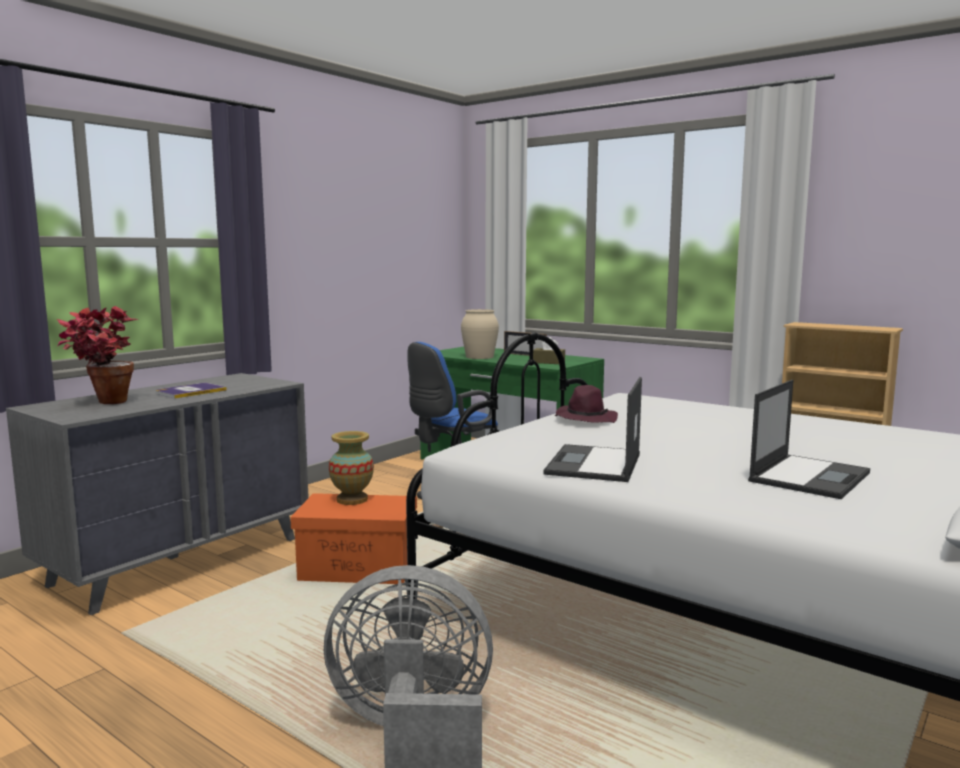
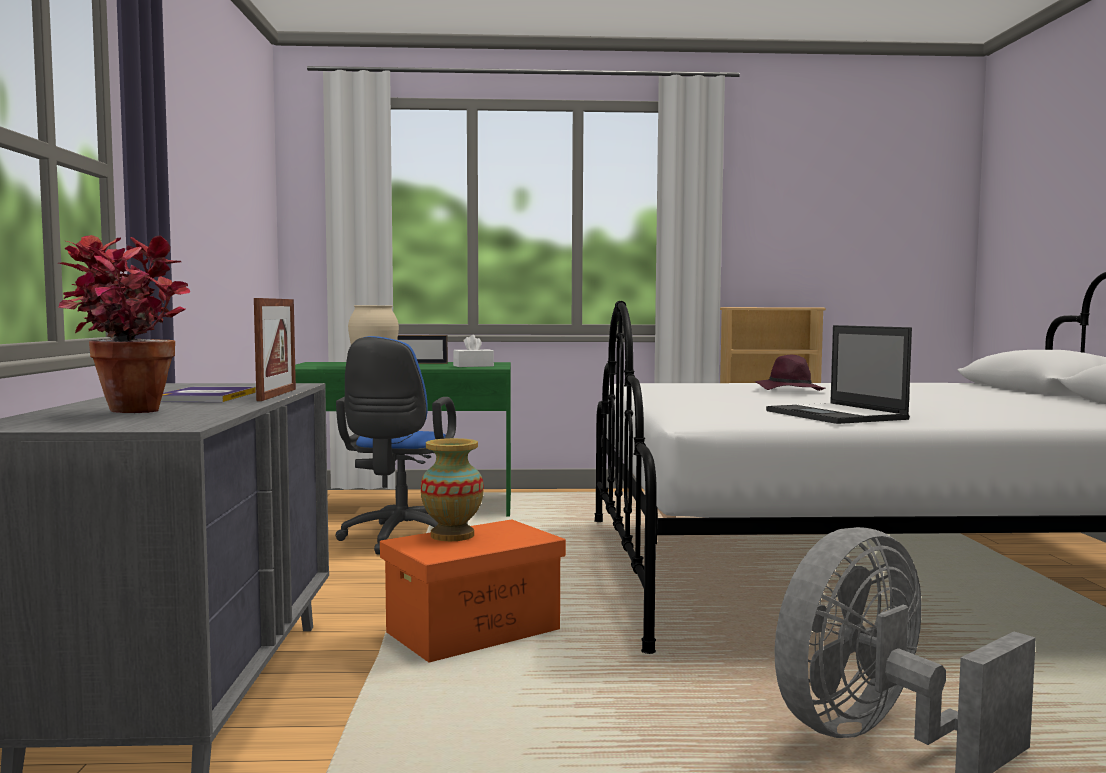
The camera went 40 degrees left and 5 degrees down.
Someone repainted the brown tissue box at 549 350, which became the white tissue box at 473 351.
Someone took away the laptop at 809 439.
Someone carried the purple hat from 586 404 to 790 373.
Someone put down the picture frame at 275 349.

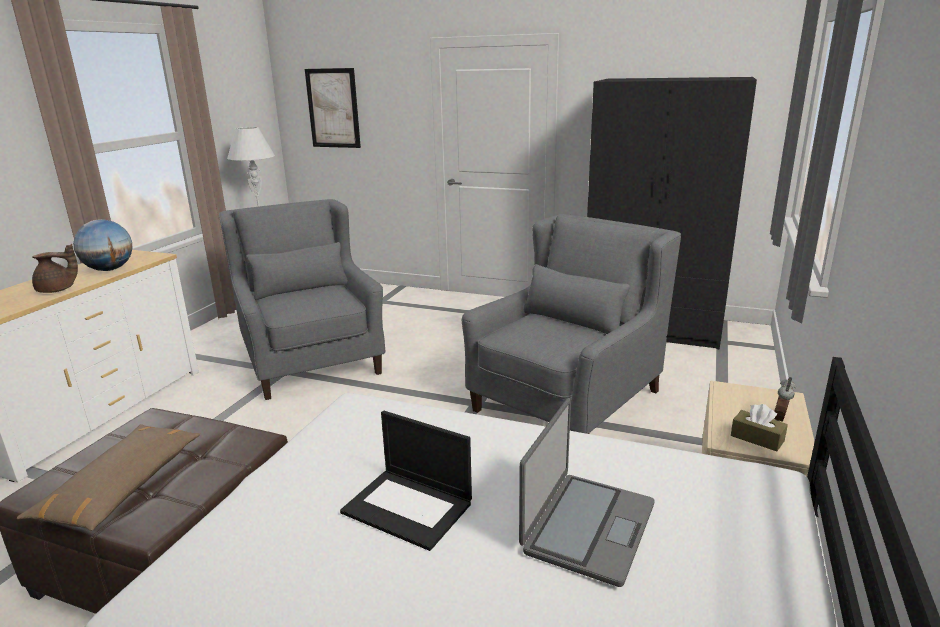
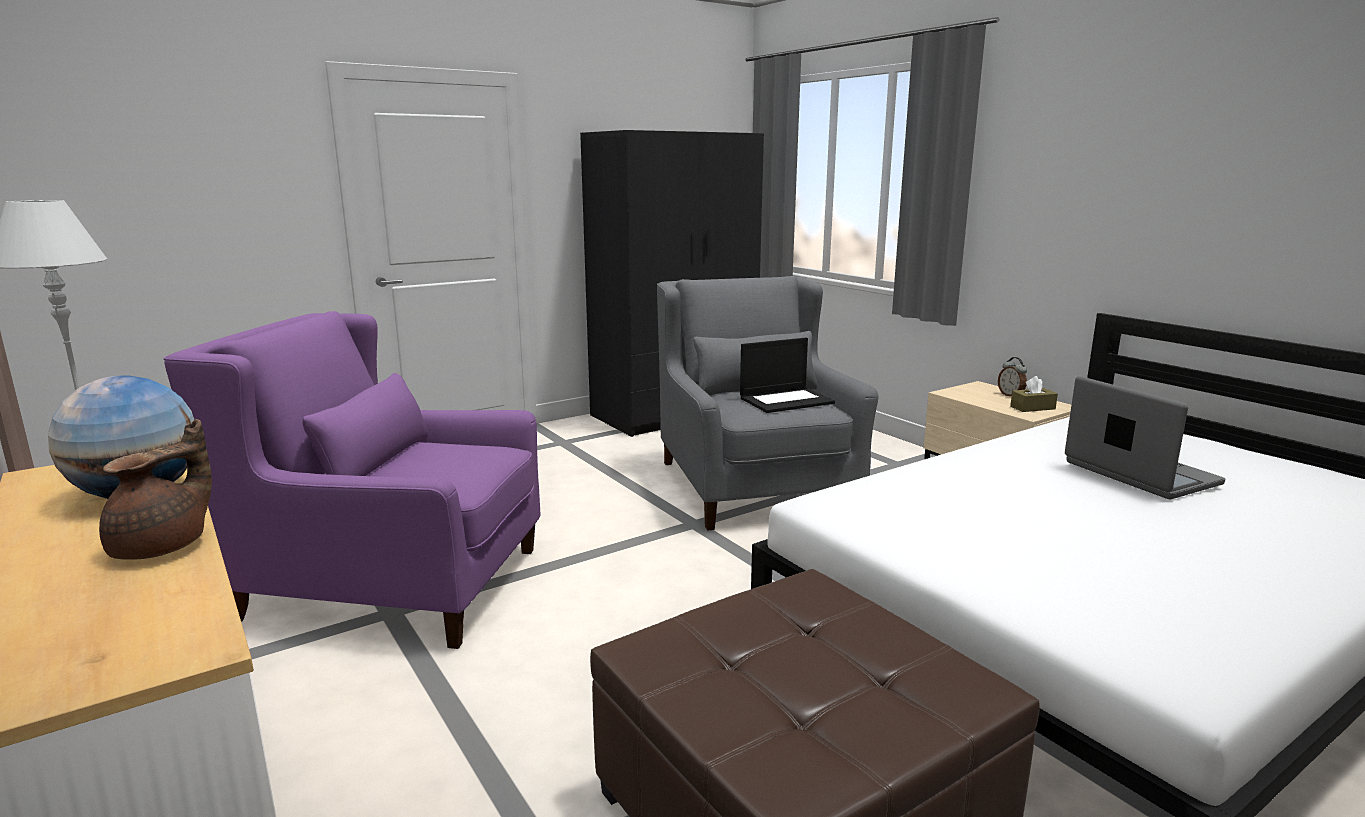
The camera went 55 degrees left and 5 degrees down.
Someone took away the picture at 333 108.
Someone repainted the grey armchair at 302 299, which became the purple armchair at 352 480.
Someone carried the laptop from 406 481 to 787 375.
Someone took away the brown pillow at 108 477.

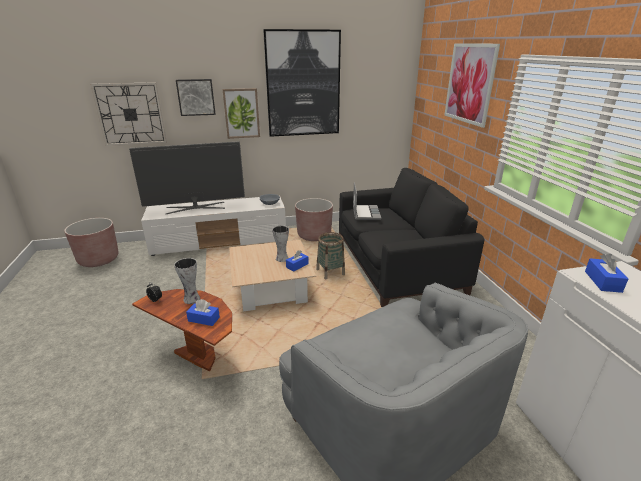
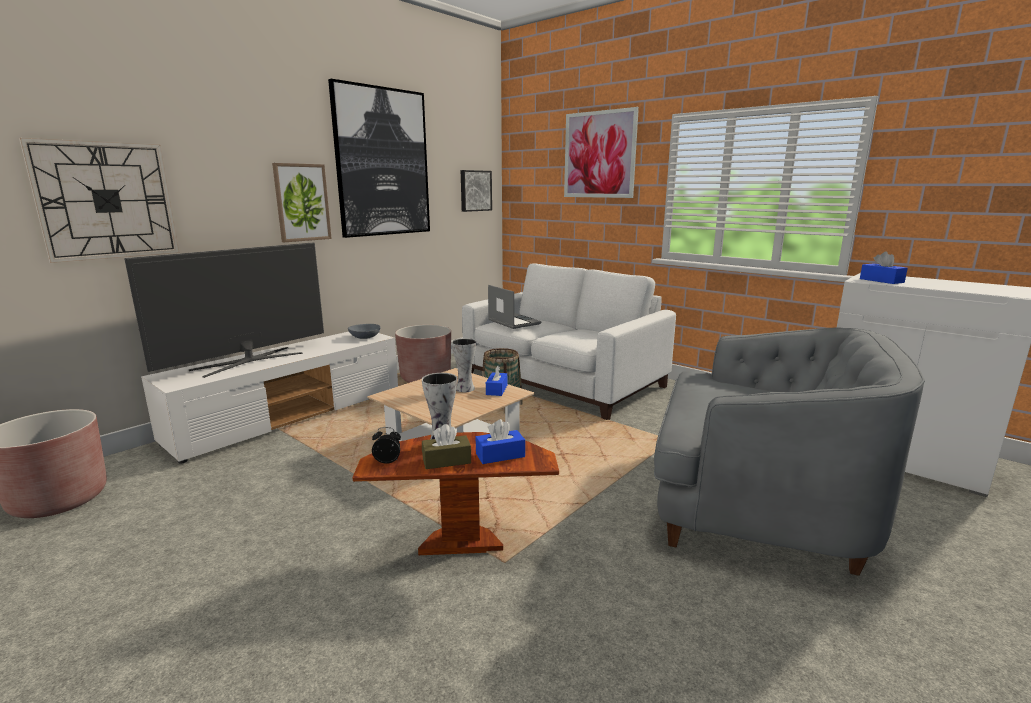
The camera went 35 degrees left and 10 degrees down.
Someone carried the picture from 196 97 to 476 191.
Someone repainted the black sofa at 412 237, which became the white sofa at 569 341.
Someone put down the brown tissue box at 446 446.

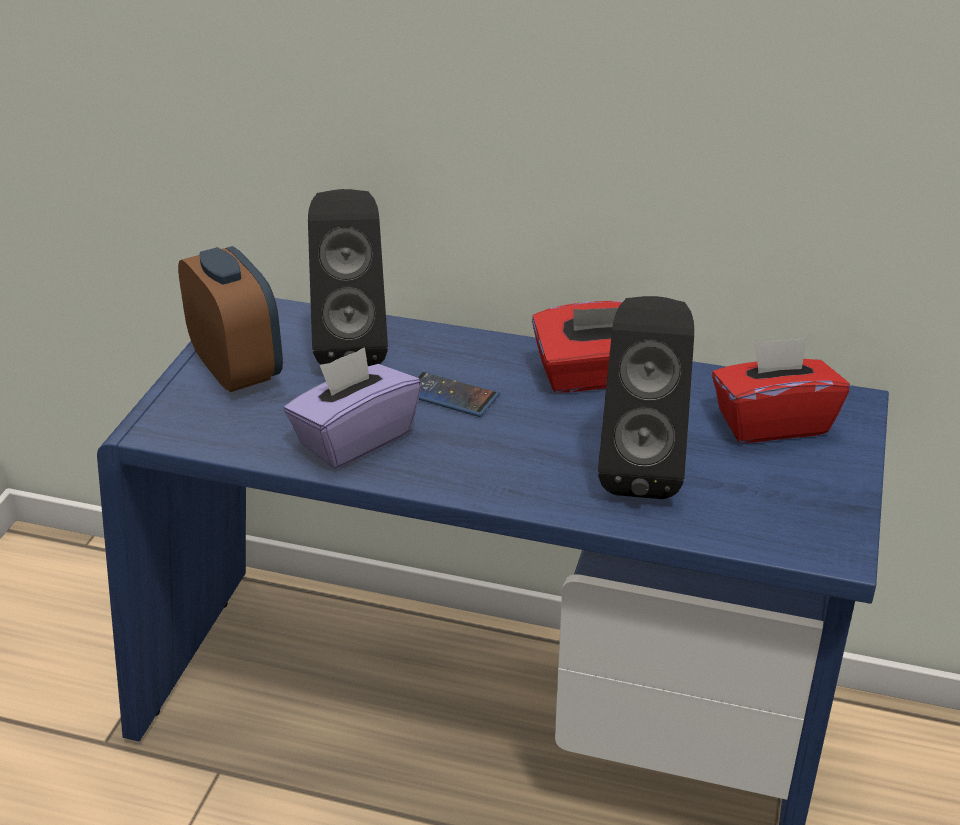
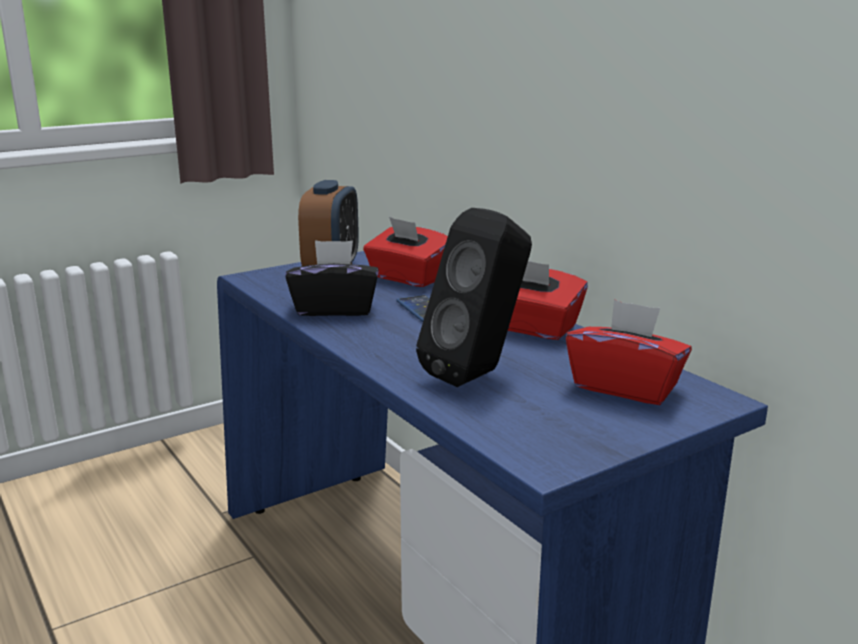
The camera went 40 degrees right and 15 degrees down.
Someone swapped the black speaker at 348 277 for the red tissue box at 405 252.
Someone repainted the purple tissue box at 352 408, which became the black tissue box at 332 278.

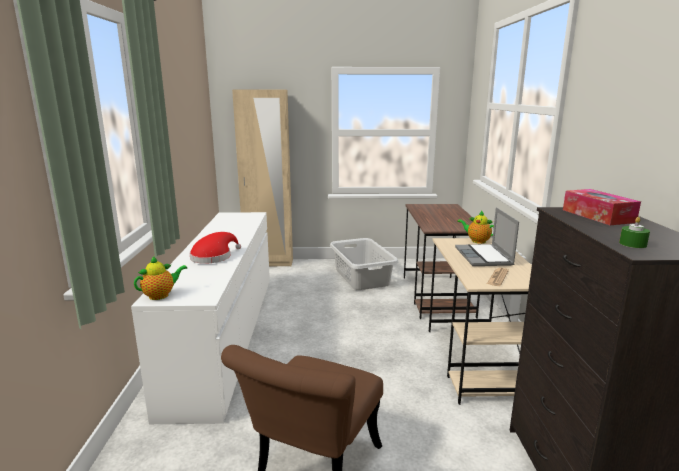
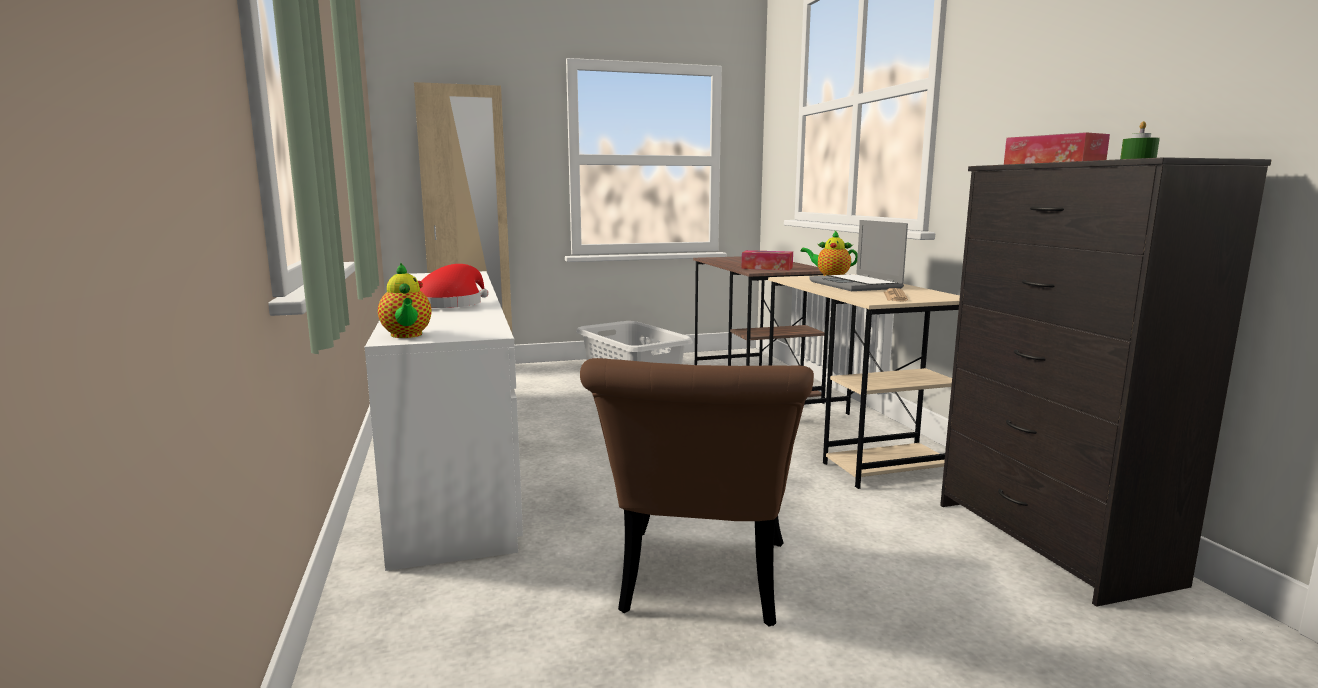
The camera went 15 degrees left and 5 degrees down.
Someone rotated the teapot at 160 278 by 120 degrees clockwise.
Someone put down the tissue box at 767 260.

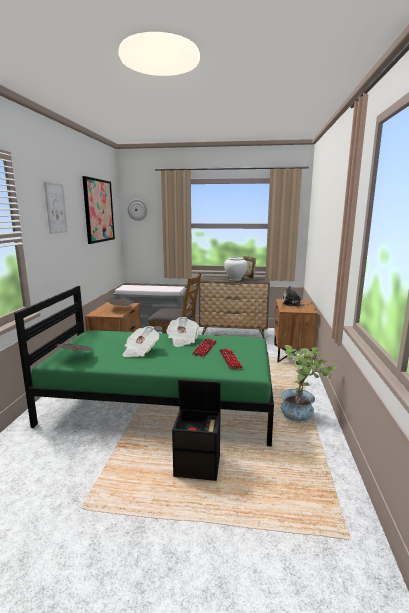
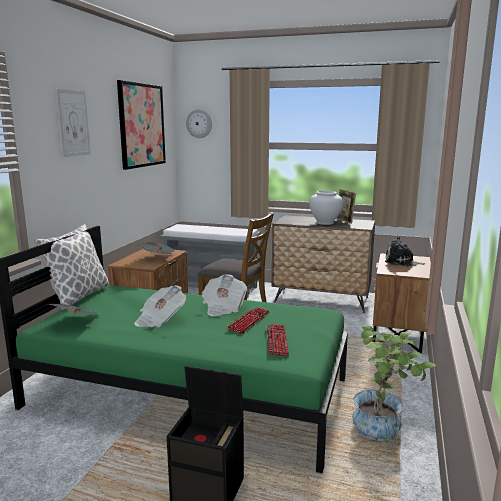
The camera went 10 degrees right and 0 degrees up.
Someone put down the pillow at 71 267.

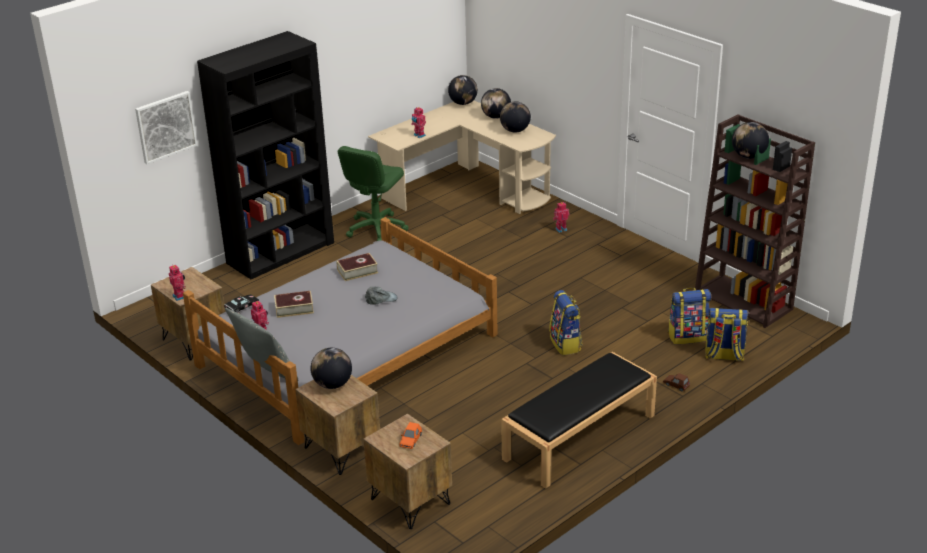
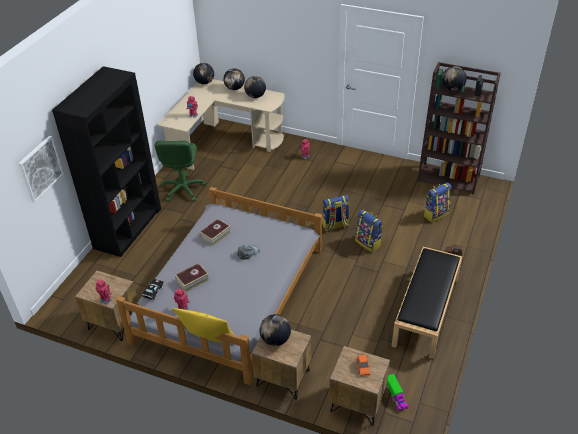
The camera went 25 degrees left and 10 degrees up.
Someone repainted the grey pillow at 261 343, which became the yellow pillow at 203 325.
Someone carried the backpack from 727 334 to 335 213.
Someone put down the toy truck at 397 392.

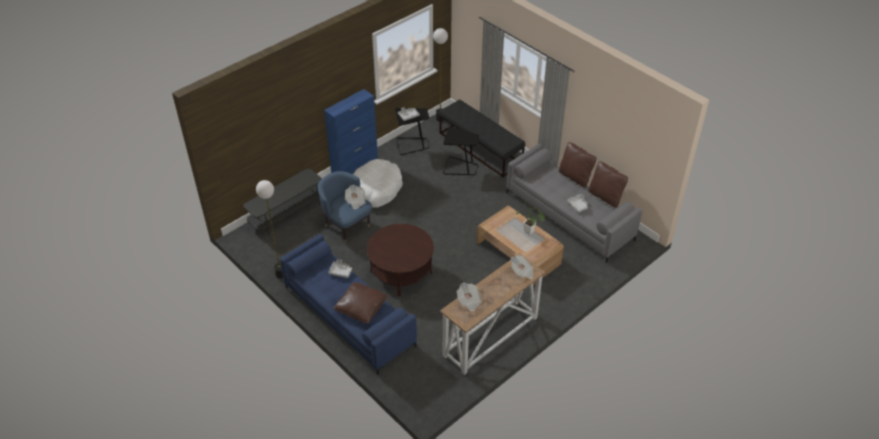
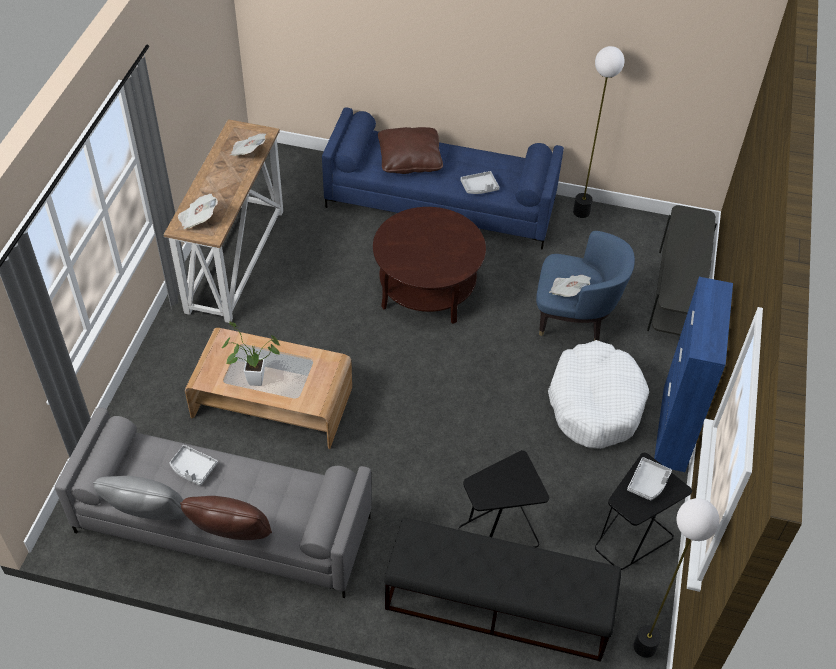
The camera went 145 degrees right and 5 degrees up.
Someone repainted the brown pillow at 608 184, which became the grey pillow at 139 498.

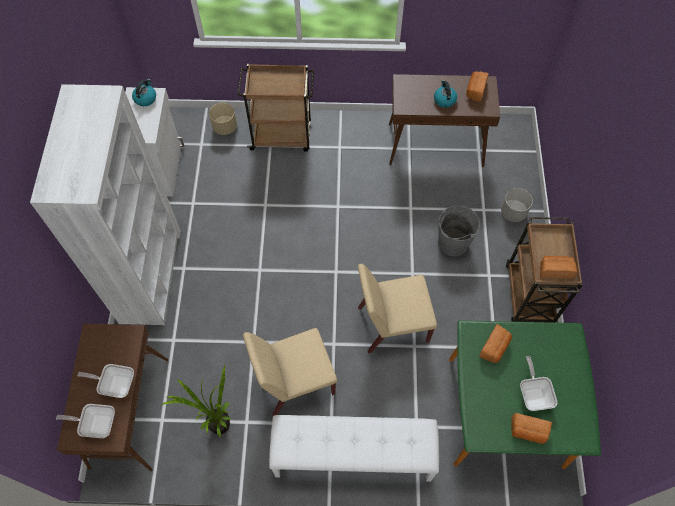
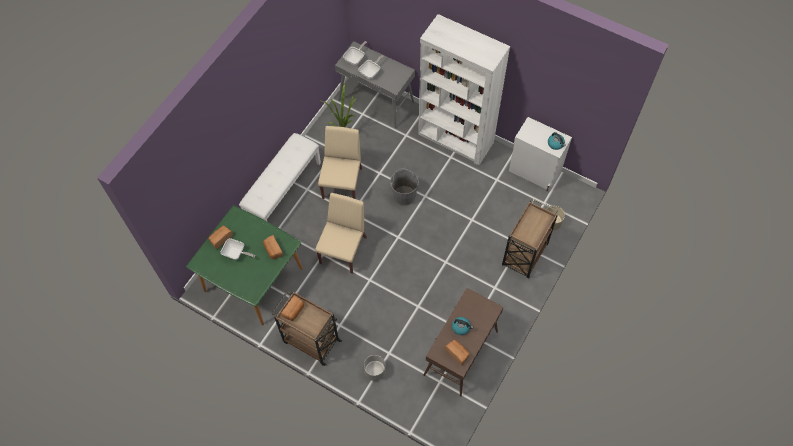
The camera went 120 degrees right and 0 degrees up.
Someone carried the grey bucket from 459 231 to 404 187.
Someone repainted the brown console table at 112 397, which became the grey console table at 375 85.

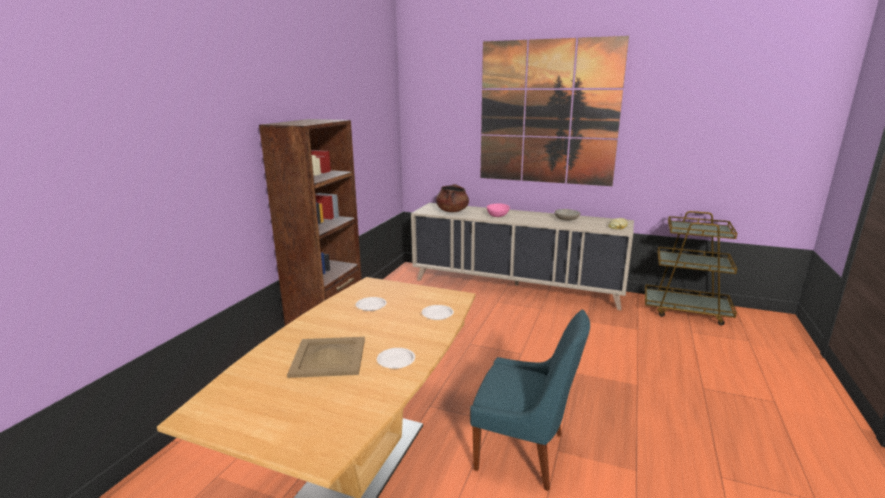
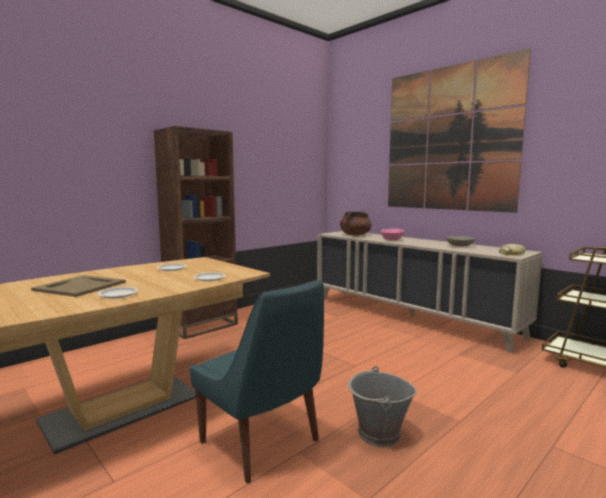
The camera went 25 degrees right and 10 degrees down.
Someone put down the grey bucket at 382 406.

